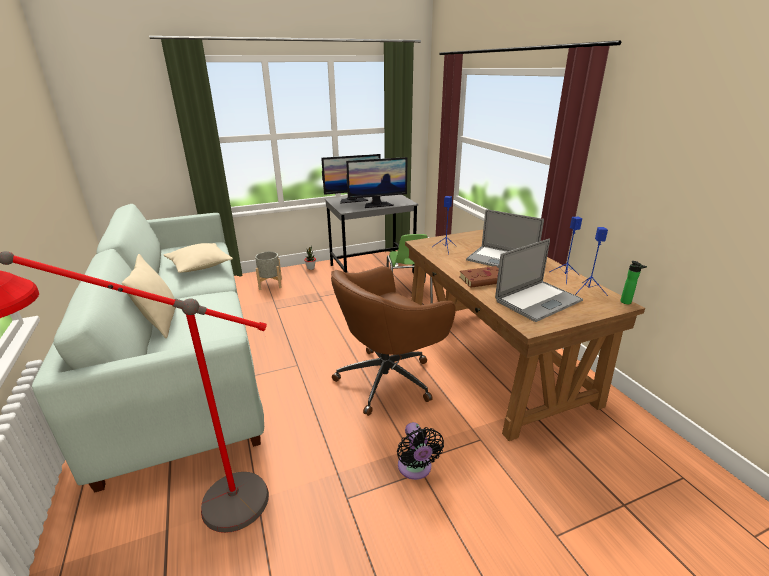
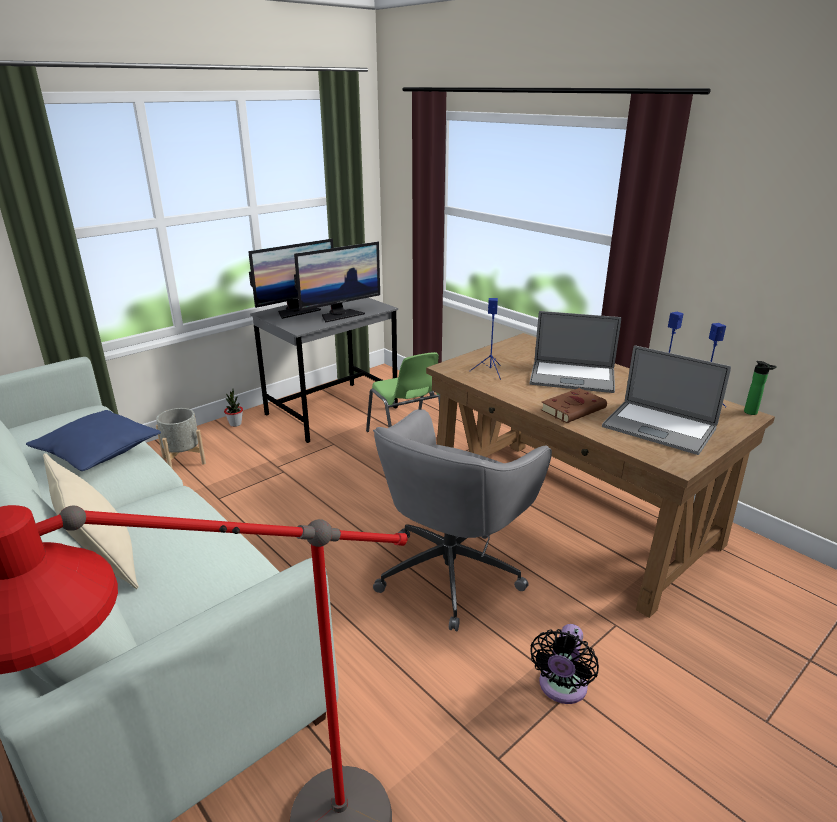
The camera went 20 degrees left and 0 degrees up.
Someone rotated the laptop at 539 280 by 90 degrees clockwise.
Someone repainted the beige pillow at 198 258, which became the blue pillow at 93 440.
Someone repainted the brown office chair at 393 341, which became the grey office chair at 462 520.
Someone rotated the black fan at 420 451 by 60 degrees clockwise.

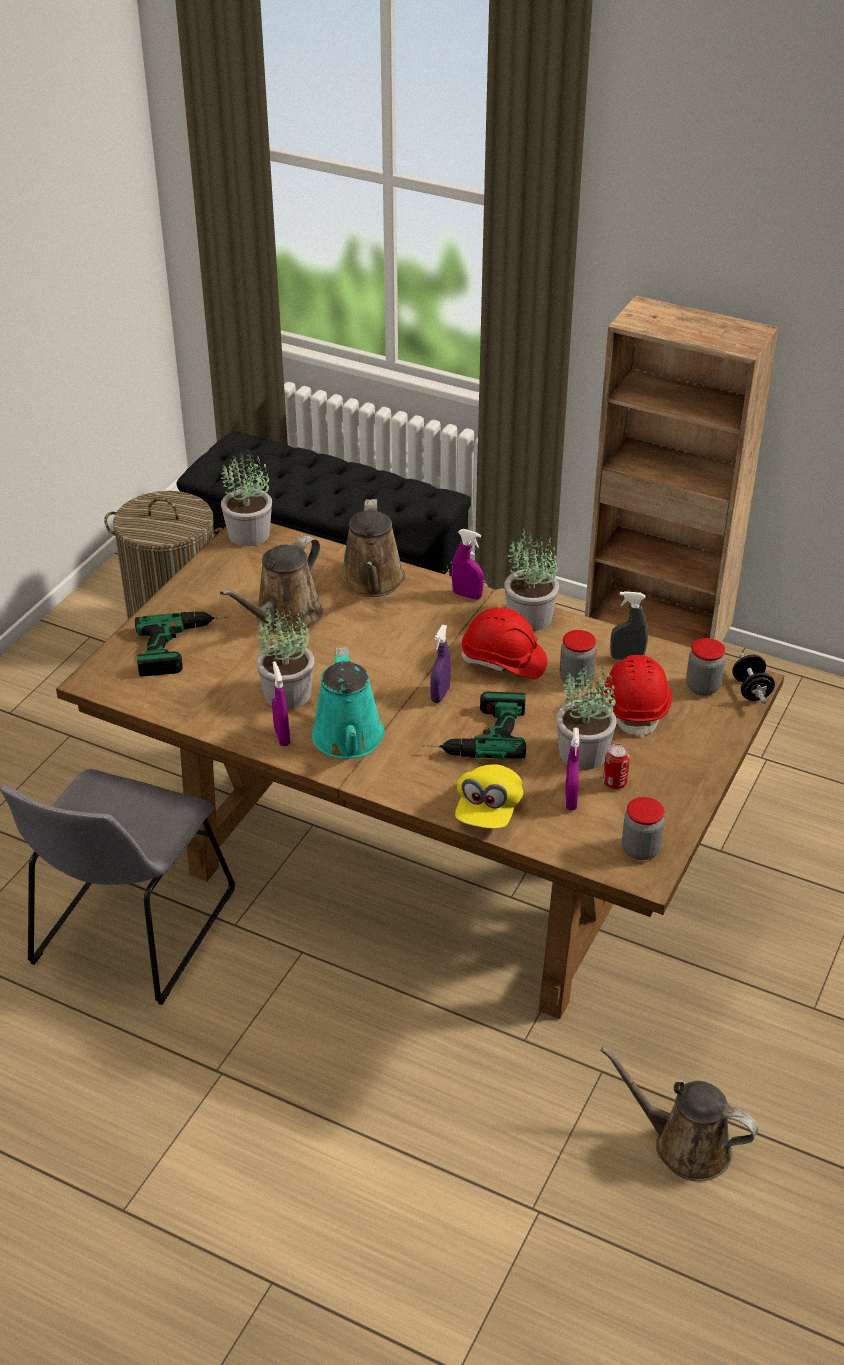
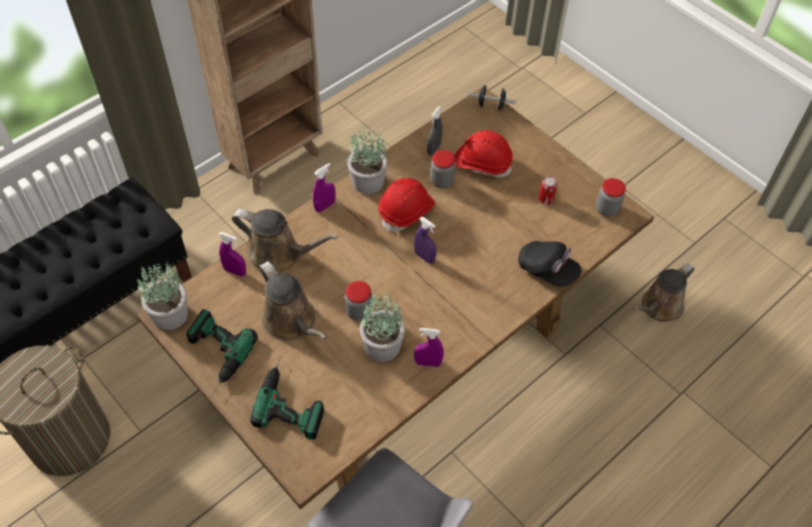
The camera went 70 degrees left and 15 degrees up.
Someone carried the jar from 705 667 to 358 301.
Someone took away the turquoise watering can at 348 703.
Someone took away the potted plant at 586 715.
Someone carried the power drill from 474 725 to 222 351.
Someone carried the purple spray bottle from 572 769 to 232 254.
Someone repainted the yellow cap at 489 796, which became the black cap at 550 264.

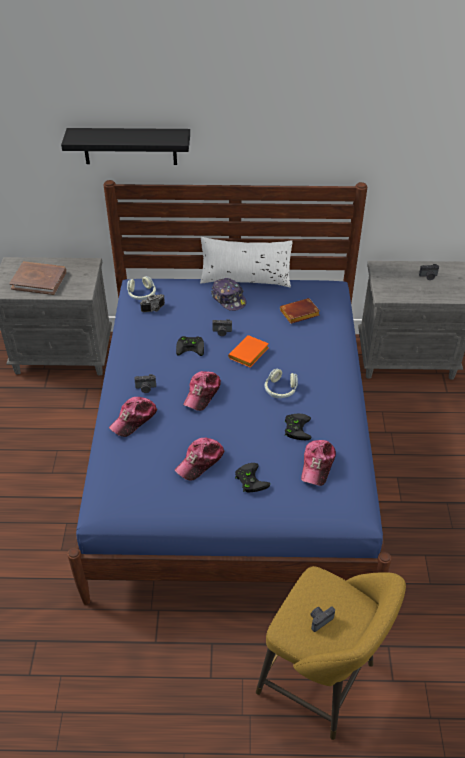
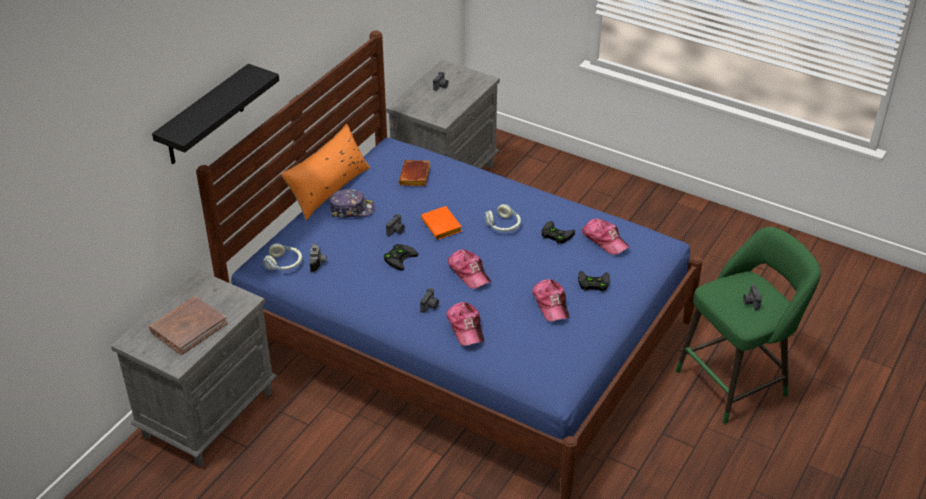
The camera went 60 degrees left and 5 degrees down.
Someone repainted the white pillow at 246 262, which became the orange pillow at 325 172.
Someone repainted the yellow stool at 331 653, which became the green stool at 748 325.

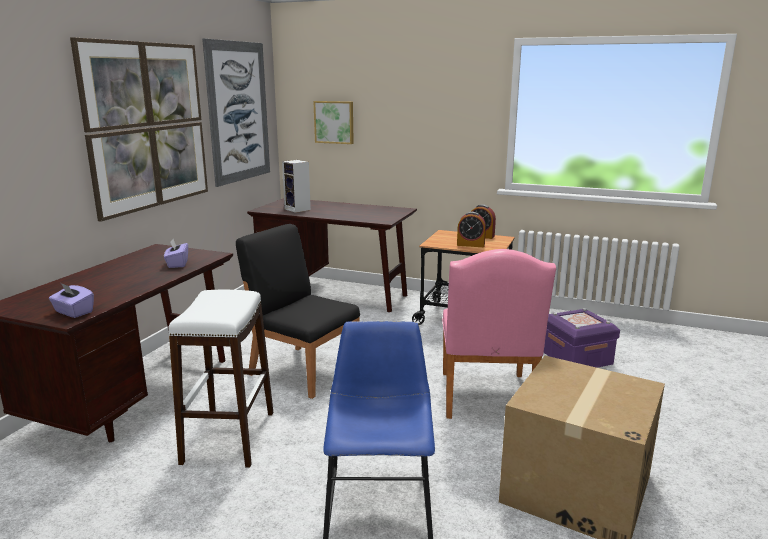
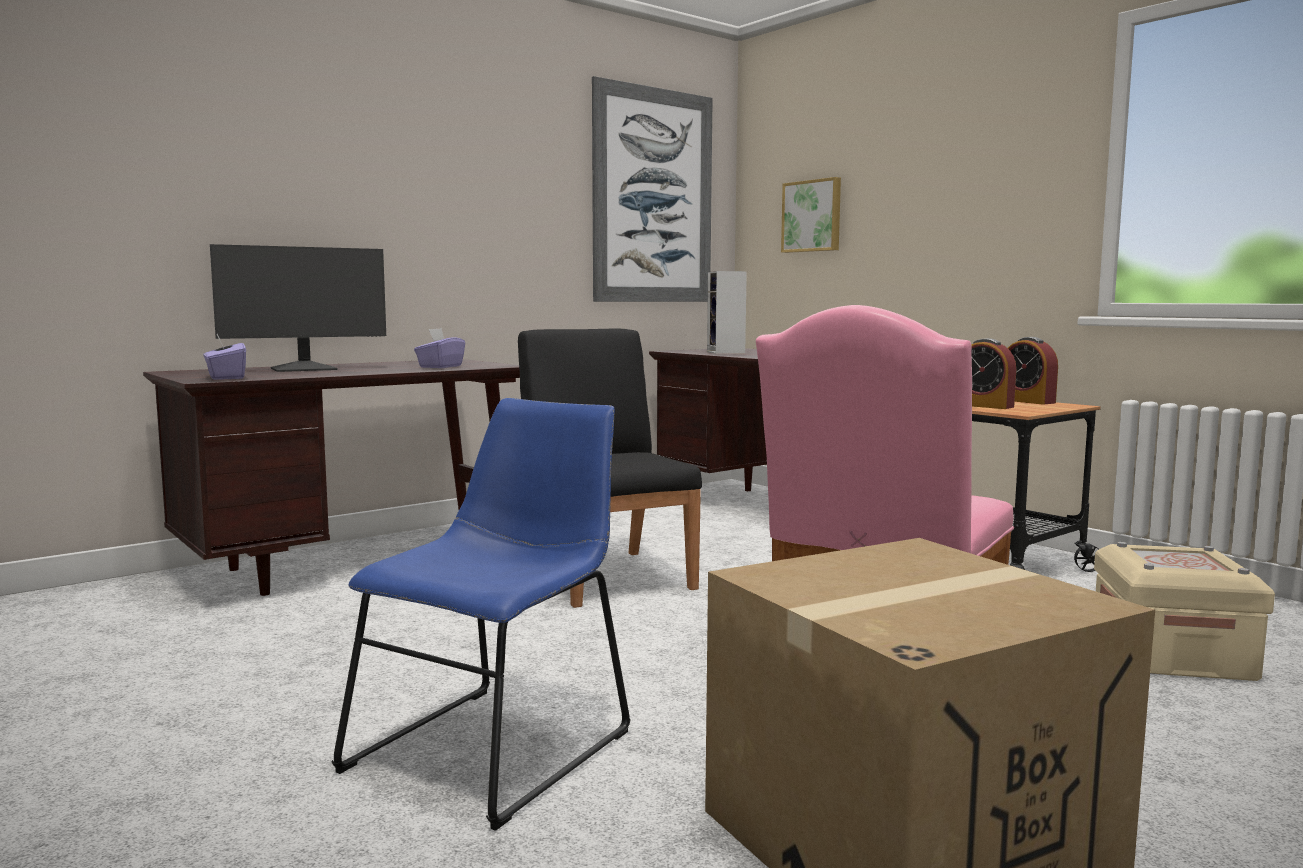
The camera went 30 degrees right and 10 degrees down.
Someone took away the picture at 139 129.
Someone took away the white stool at 220 379.
Someone repainted the purple storage box at 582 338, which became the beige storage box at 1184 611.
Someone put down the monitor at 298 308.

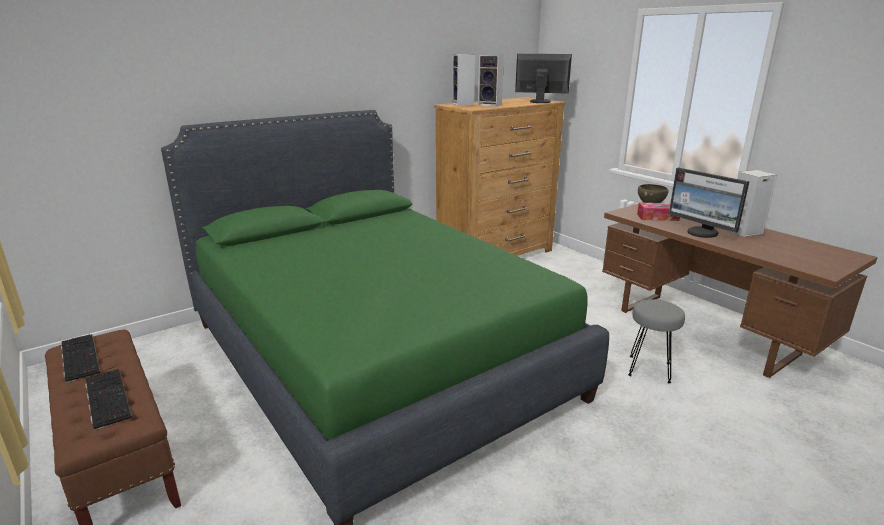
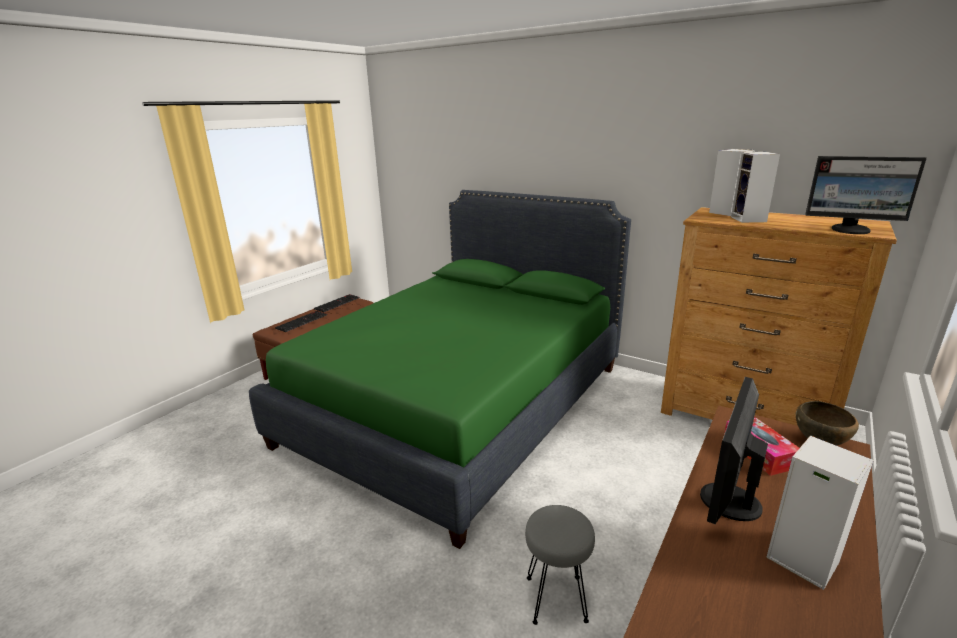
The camera went 70 degrees right and 0 degrees up.
Someone rotated the monitor at 543 78 by 120 degrees clockwise.

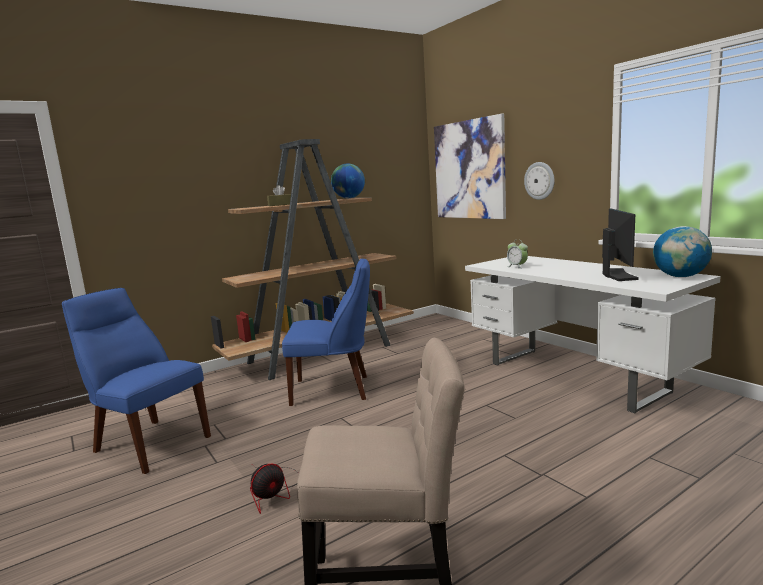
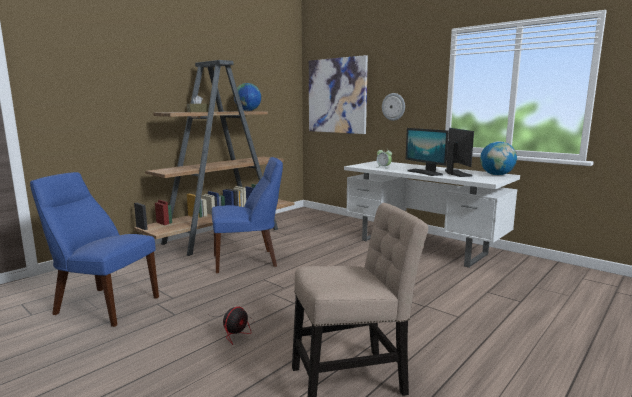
The camera went 15 degrees left and 0 degrees up.
Someone put down the monitor at 427 152.

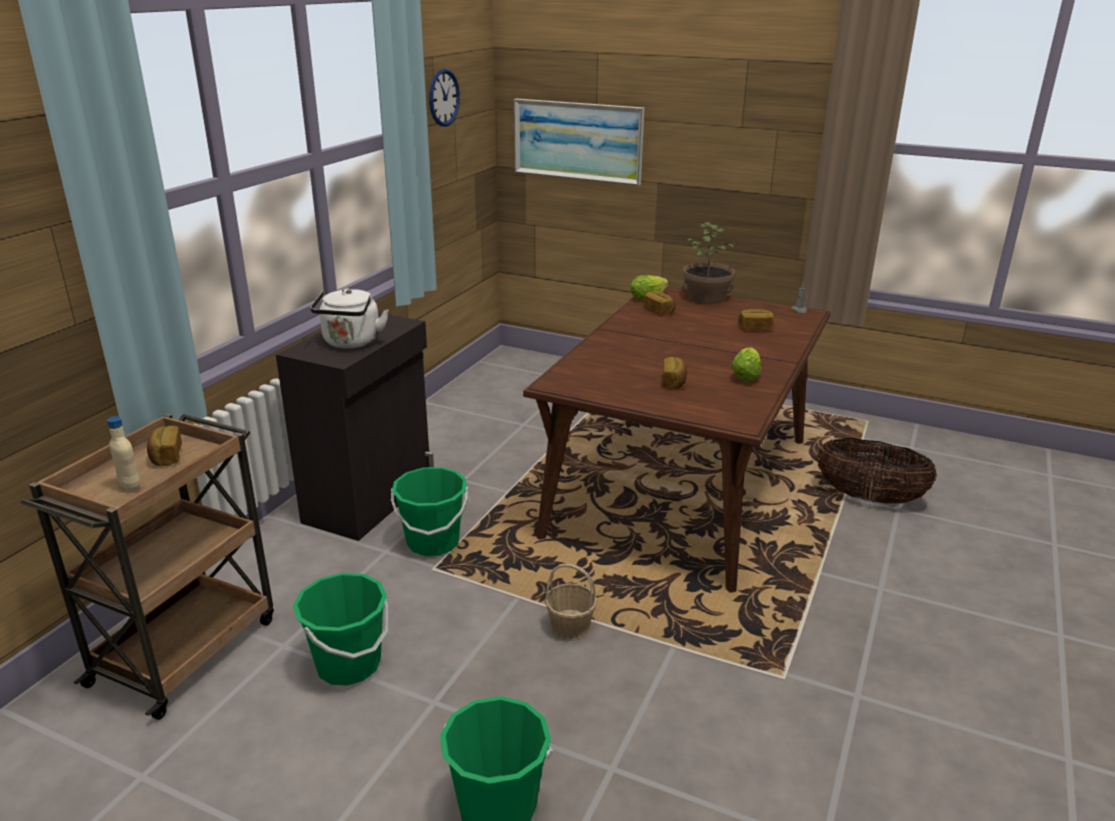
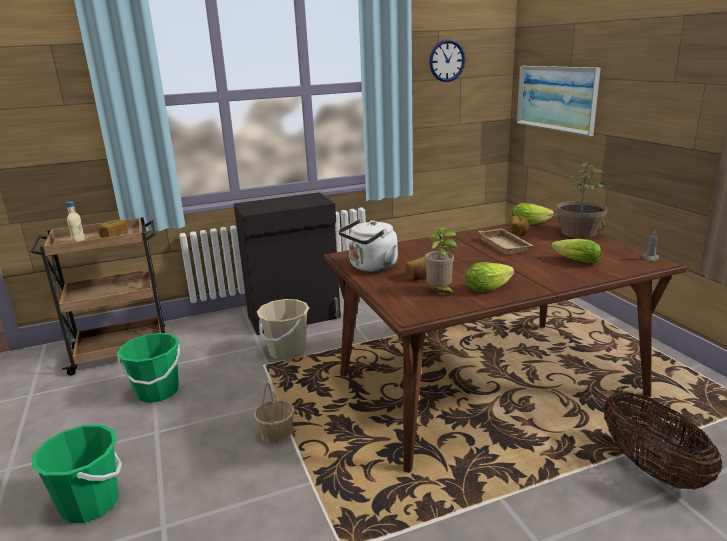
The camera went 45 degrees right and 5 degrees down.
Someone carried the white kettle from 349 318 to 368 245.
Someone swapped the bread at 756 320 for the lettuce at 576 251.
Someone repainted the green bucket at 429 511, which became the beige bucket at 283 329.
Someone put down the potted plant at 441 261.
Someone put down the beige tray at 506 241.

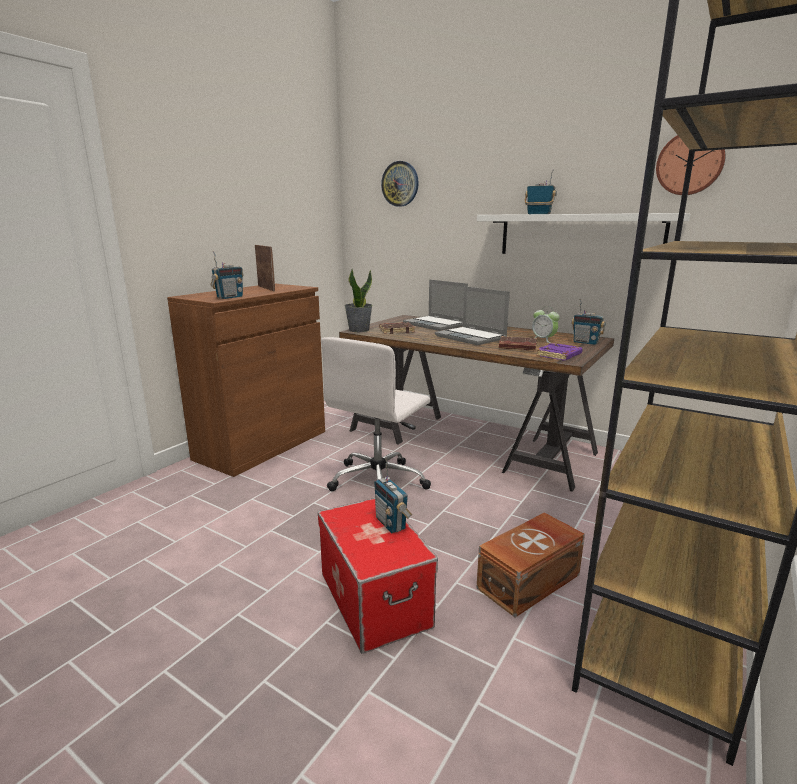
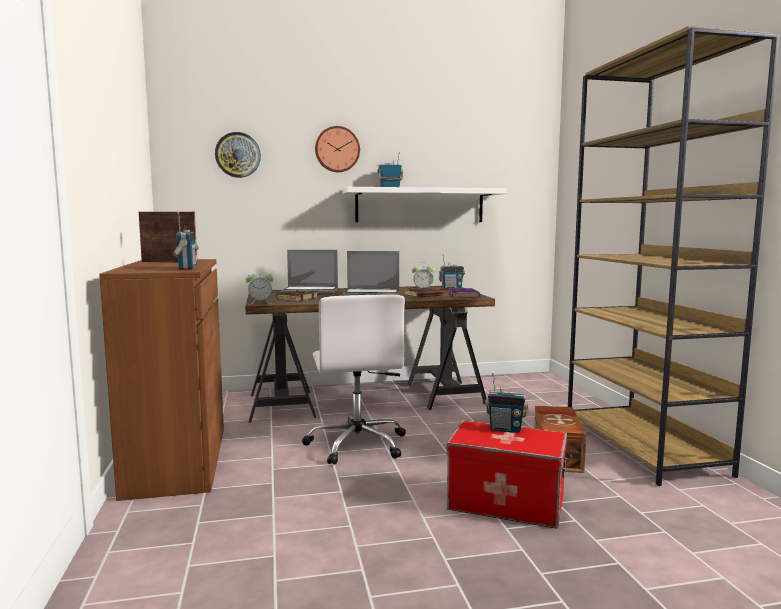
The camera went 45 degrees left and 10 degrees down.
Someone carried the wall clock from 690 165 to 337 149.
Someone swapped the potted plant at 358 300 for the alarm clock at 259 286.

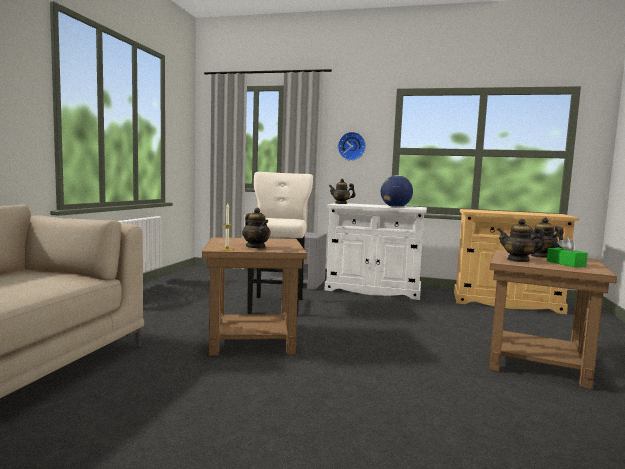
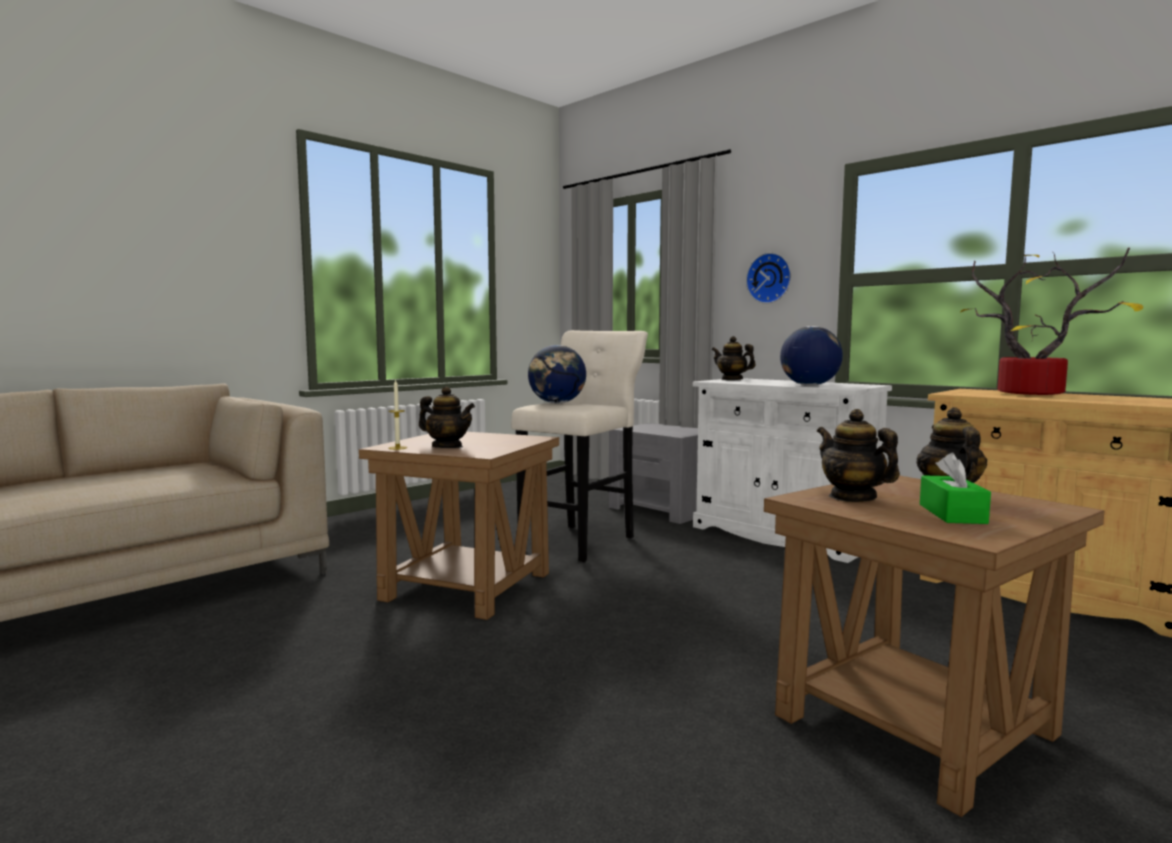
The camera went 30 degrees right and 0 degrees up.
Someone rotated the teapot at 256 228 by 60 degrees counterclockwise.
Someone put down the potted plant at 1051 321.
Someone put down the globe at 557 374.

